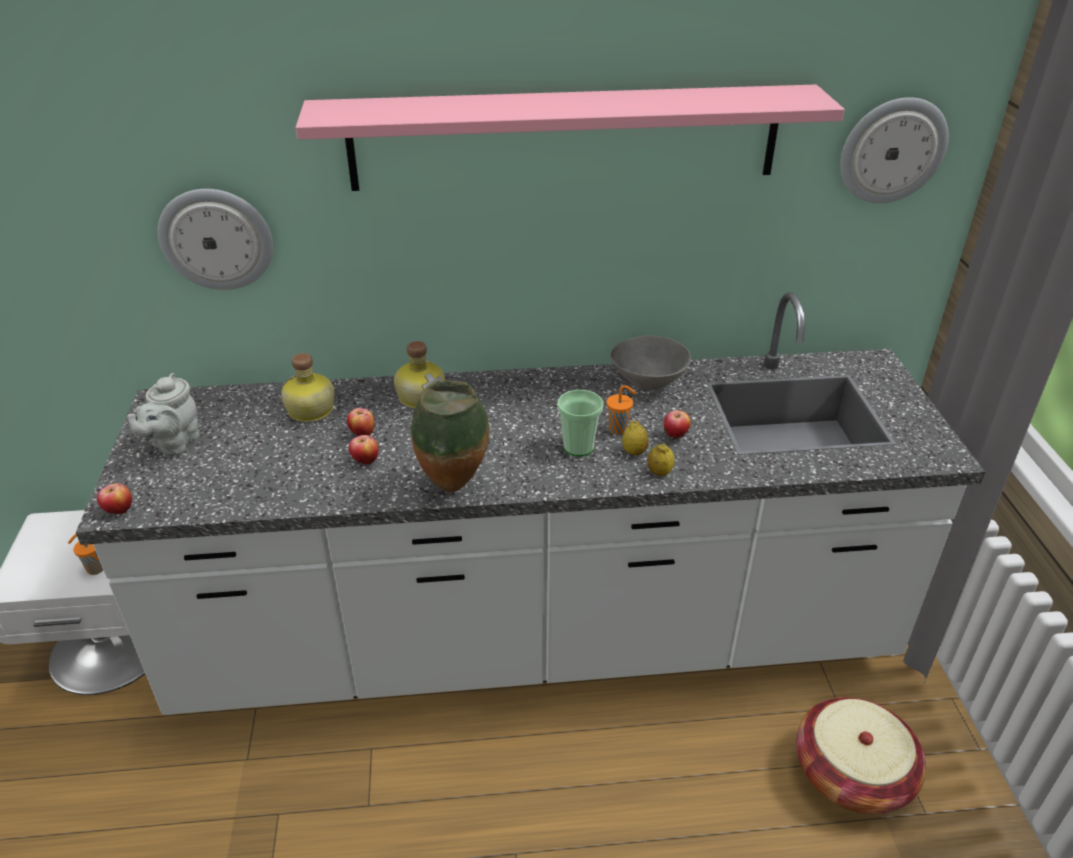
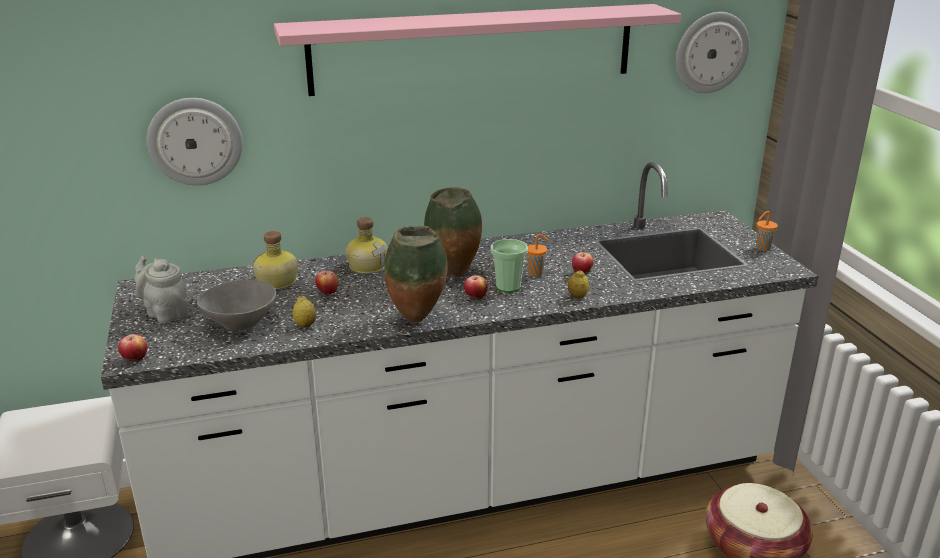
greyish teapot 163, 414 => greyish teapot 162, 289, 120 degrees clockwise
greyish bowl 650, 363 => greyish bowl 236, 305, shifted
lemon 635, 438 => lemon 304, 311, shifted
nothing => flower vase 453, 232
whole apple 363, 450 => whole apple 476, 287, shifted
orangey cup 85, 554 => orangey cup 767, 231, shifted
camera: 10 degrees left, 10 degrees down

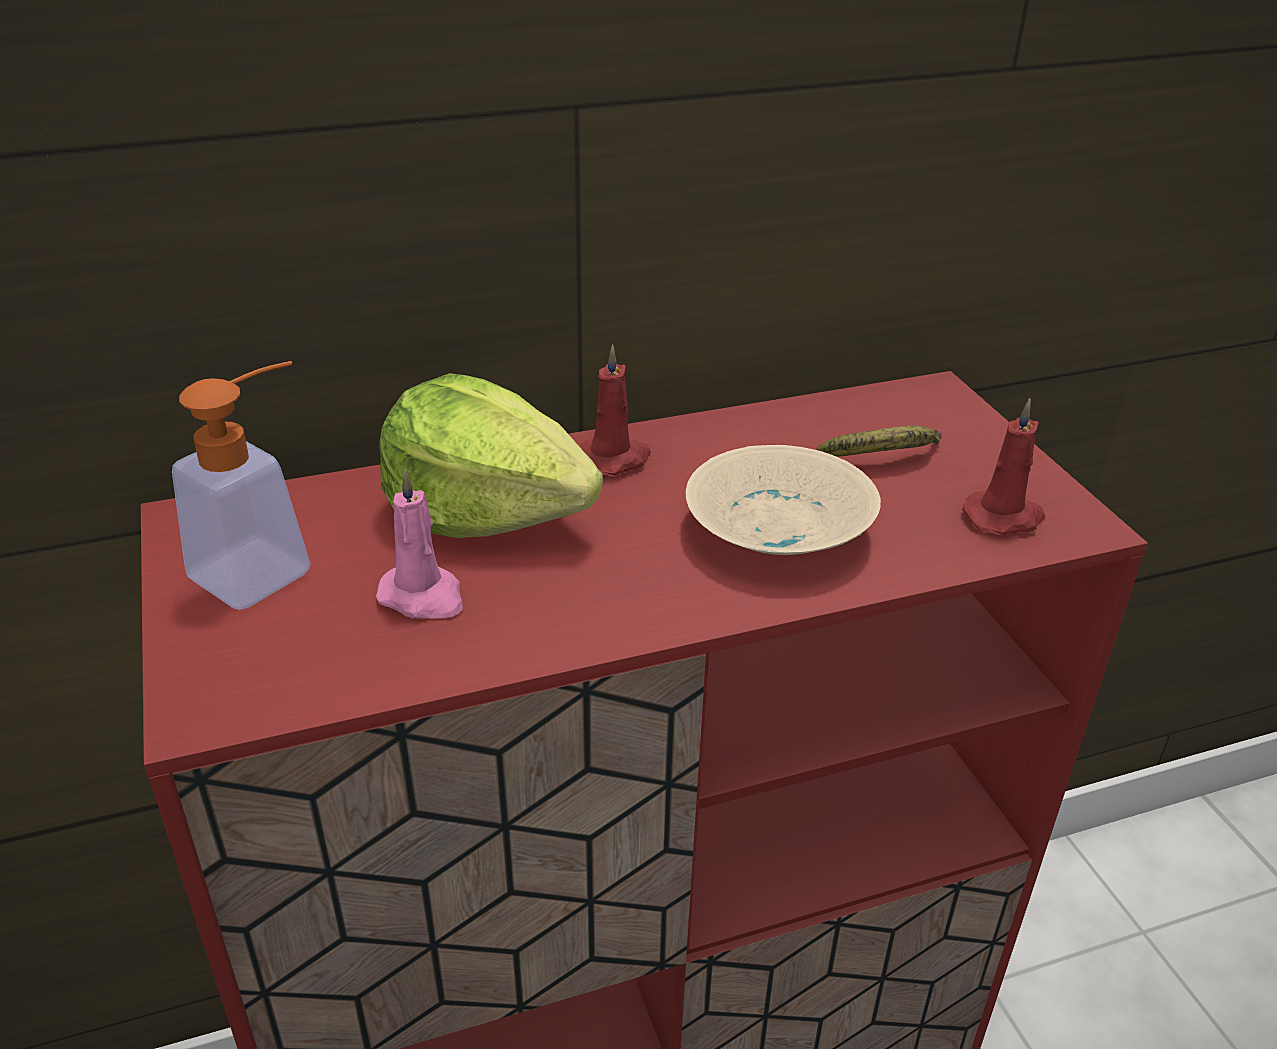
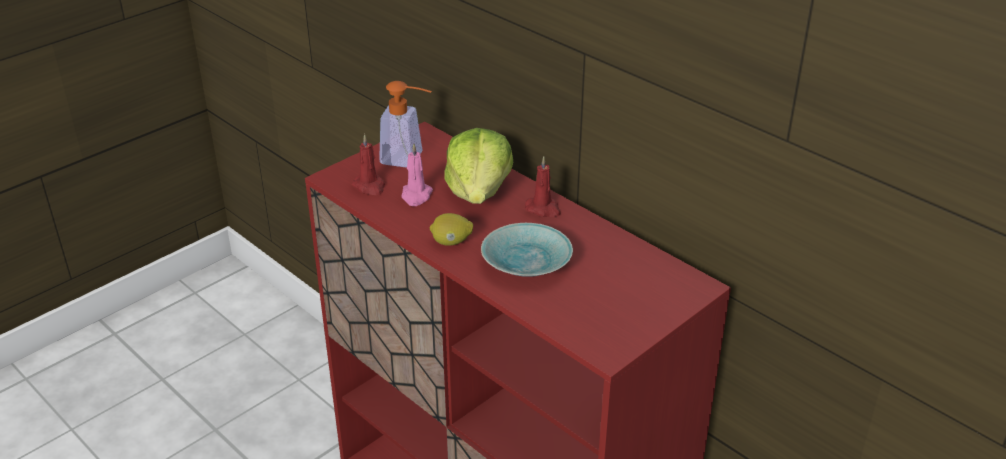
red wax light 1003, 467 => red wax light 368, 164, shifted
nothing => lemon 451, 229
beige-coloured bowl 783, 500 => turquoise bowl 527, 250
banana 879, 440 => nothing
camera: 65 degrees right, 0 degrees up

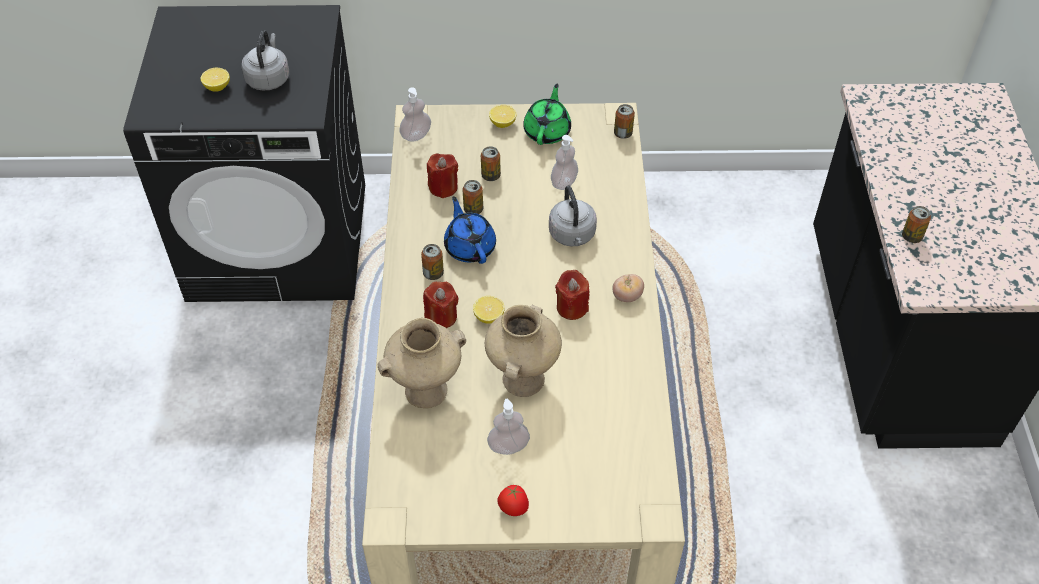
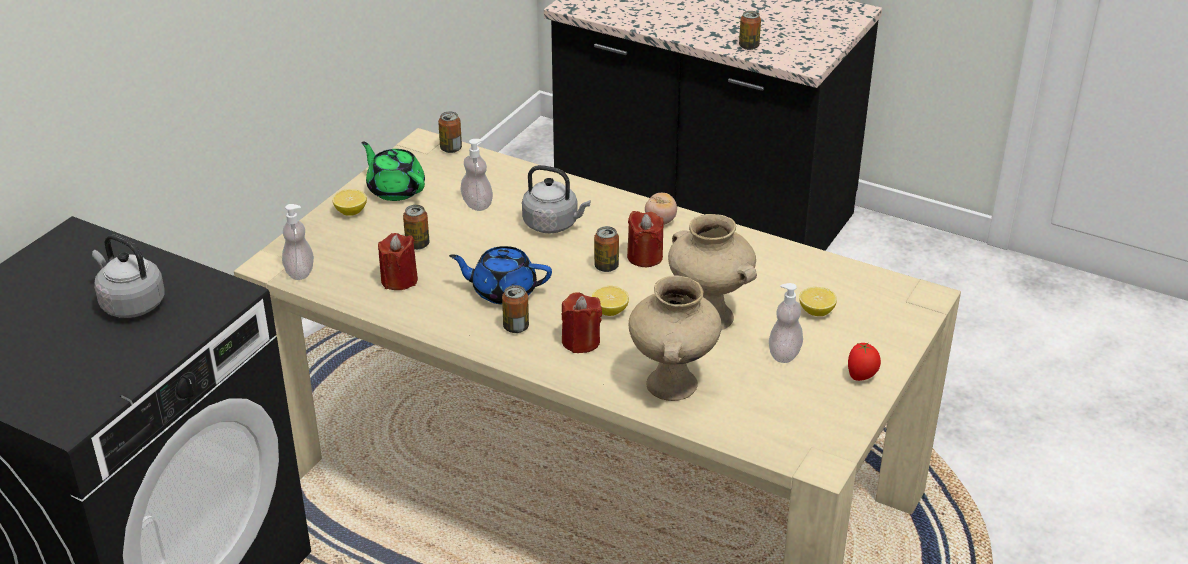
can 472, 197 => can 606, 249, shifted
lemon 215, 80 => lemon 818, 301, shifted
camera: 60 degrees left, 15 degrees down

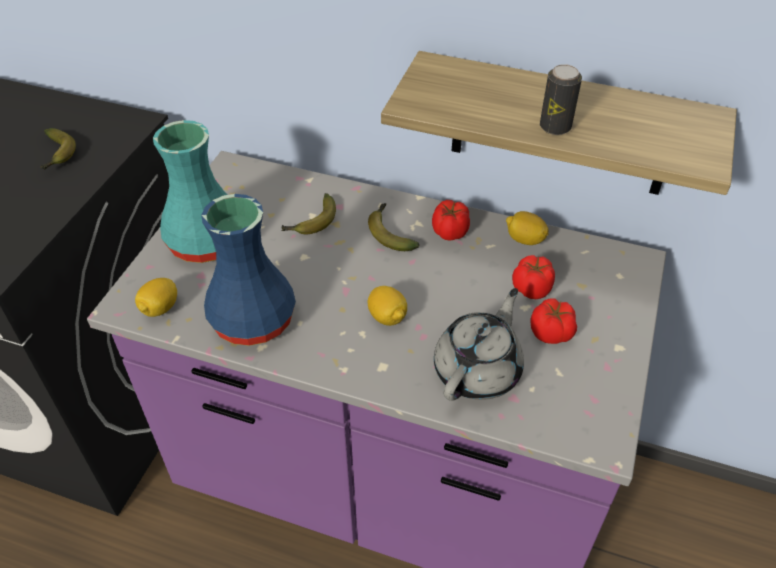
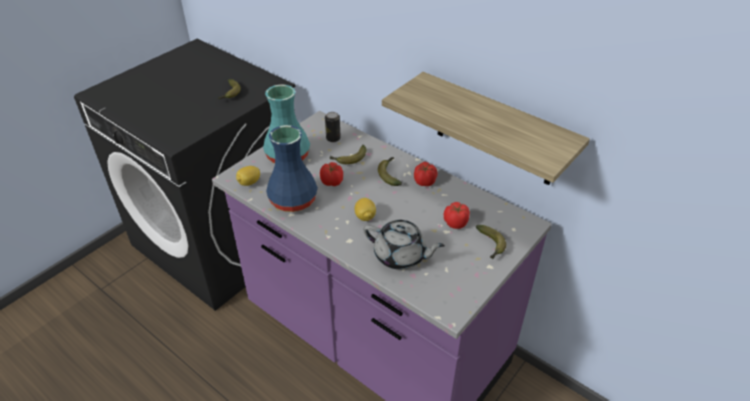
tomato 554, 321 => tomato 331, 174, shifted
can 561, 99 => can 333, 127, shifted
greyish teapot 479, 344 => greyish teapot 404, 245, 60 degrees clockwise
nothing => banana 491, 242
lemon 527, 228 => nothing
camera: 20 degrees right, 5 degrees down

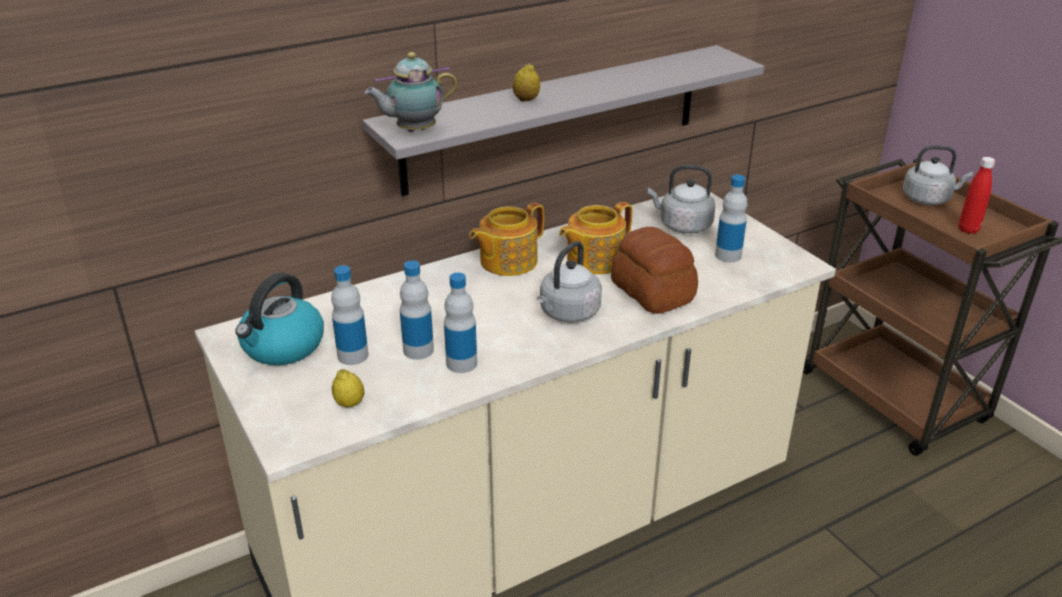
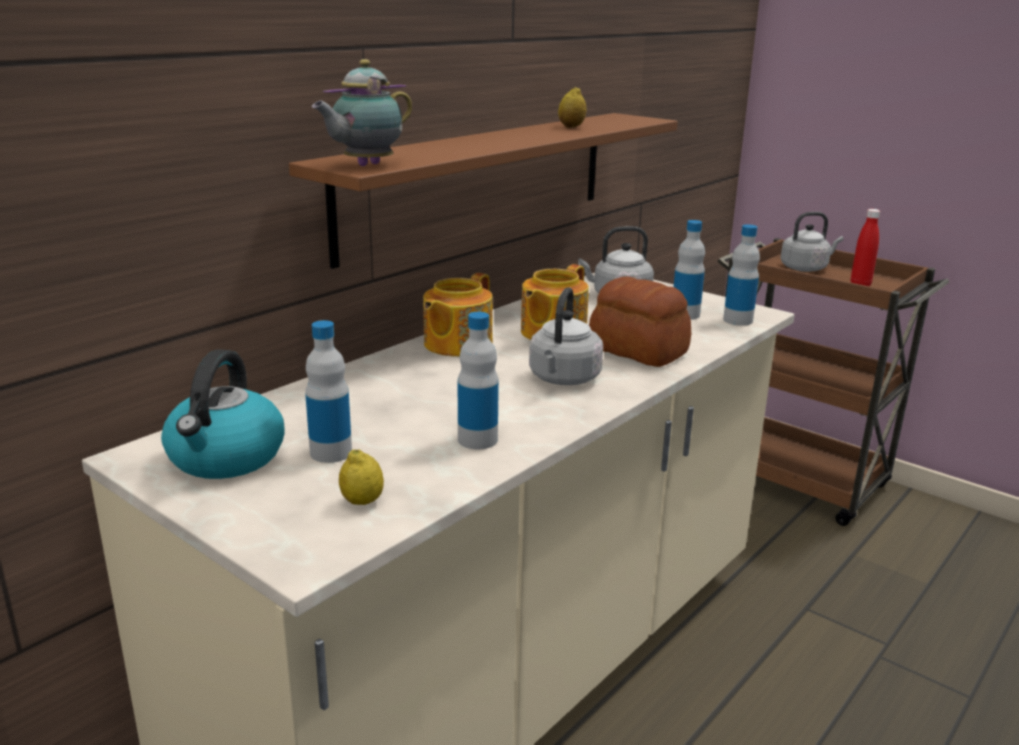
greyish shelf 563, 120 => brown-coloured shelf 483, 191
lemon 526, 82 => lemon 572, 107, shifted
drink bottle 417, 310 => drink bottle 741, 275, shifted
camera: 20 degrees left, 10 degrees down

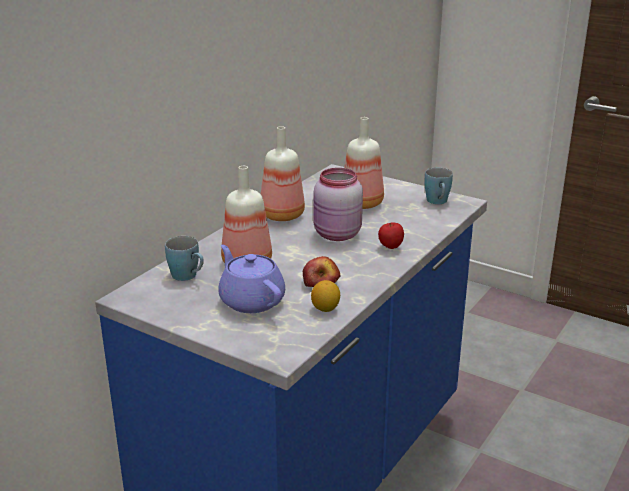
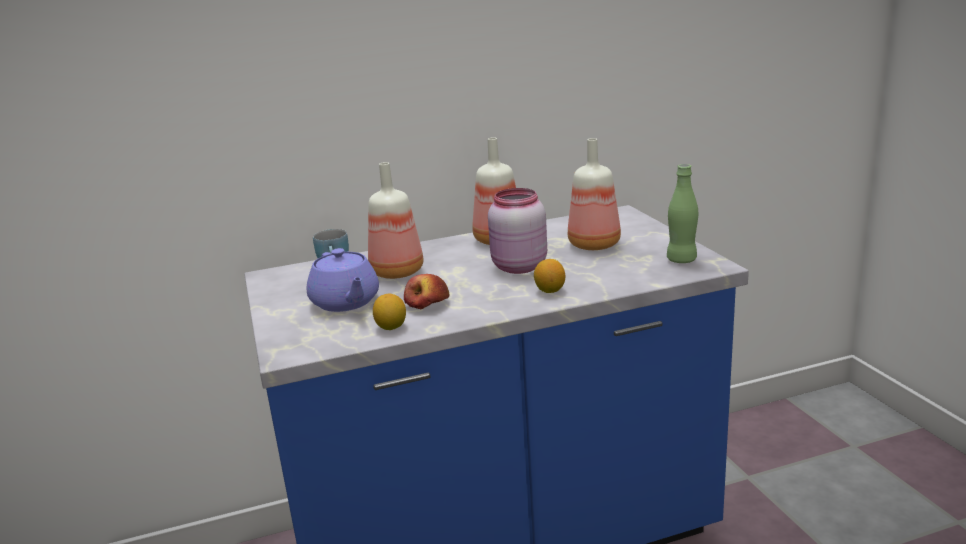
purple teapot 251, 279 => purple teapot 343, 280, 150 degrees clockwise
whole apple 391, 235 => lemon 549, 276
blue coffee mug 438, 186 => green drink bottle 682, 213
camera: 40 degrees right, 5 degrees down

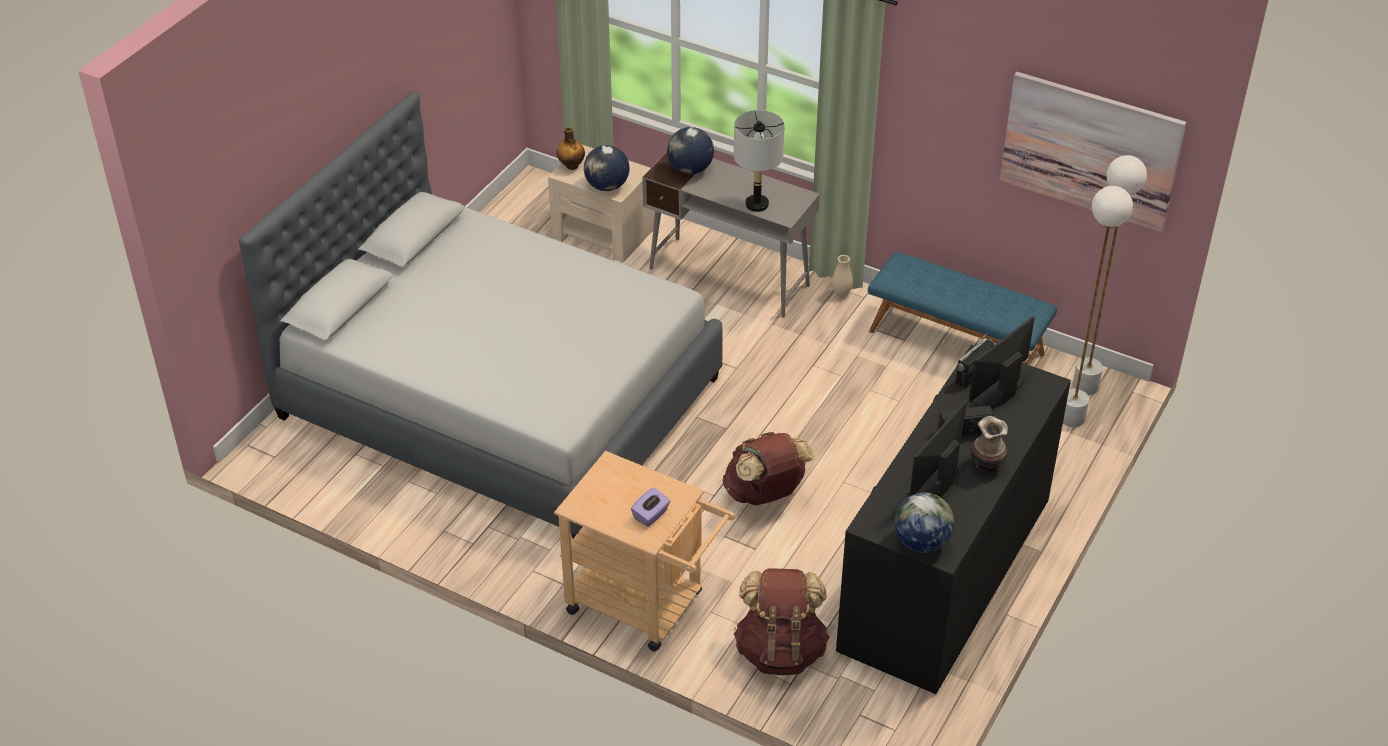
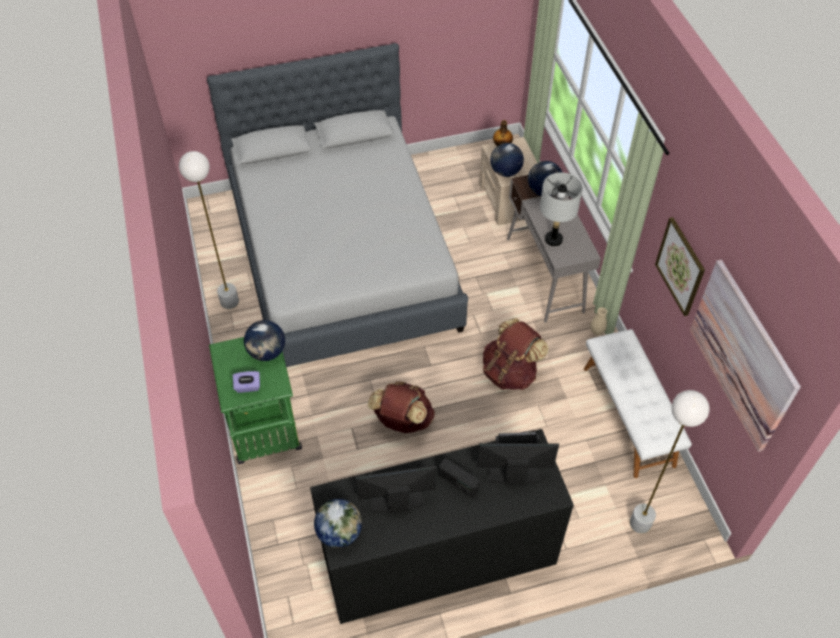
whitish standard lamp 1110, 275 => whitish standard lamp 209, 230, shifted
beige-coloured wheeled cart 644, 551 => green wheeled cart 255, 400
nothing => desk globe 264, 340
brown-coloured rucksack 782, 621 => brown-coloured rucksack 515, 354, shifted
blue indoor bench 962, 308 => whitish indoor bench 638, 403
nothing => wall art 680, 266
flower vase 989, 444 => nothing
camera: 45 degrees right, 10 degrees up

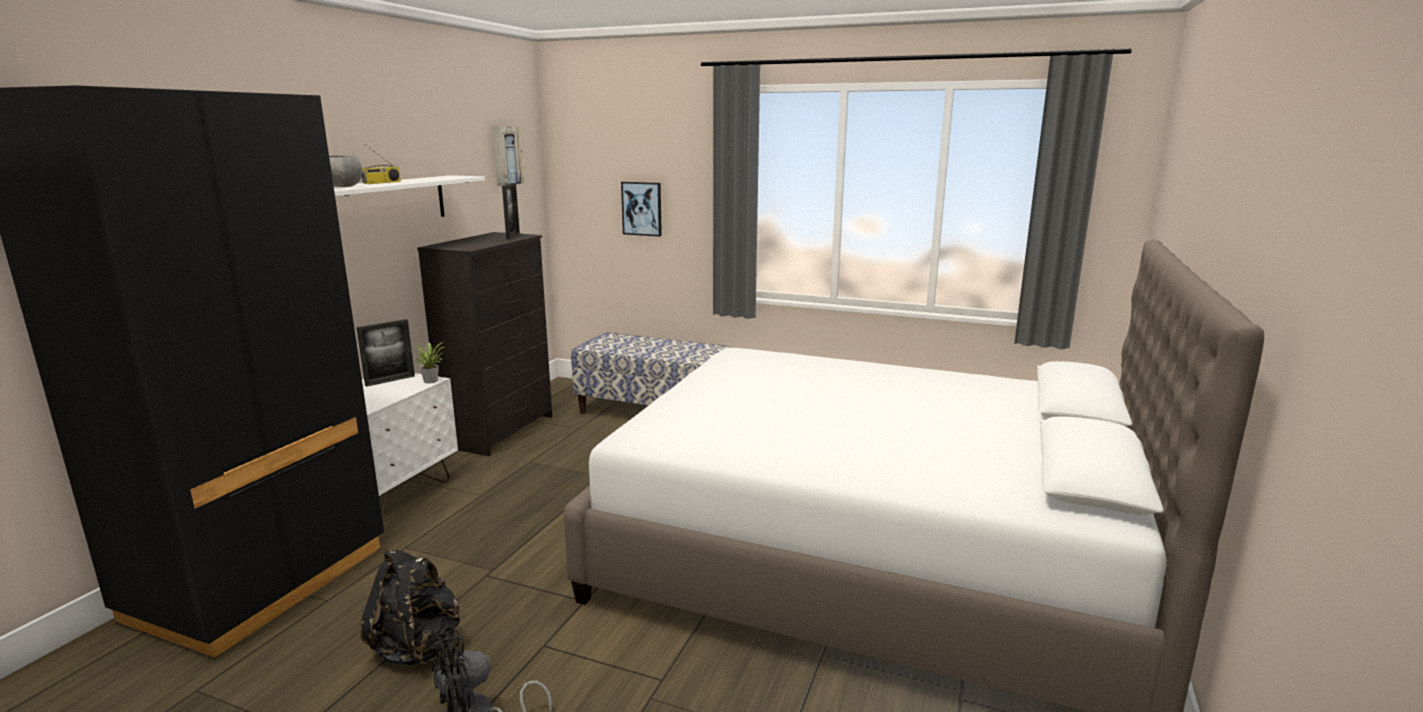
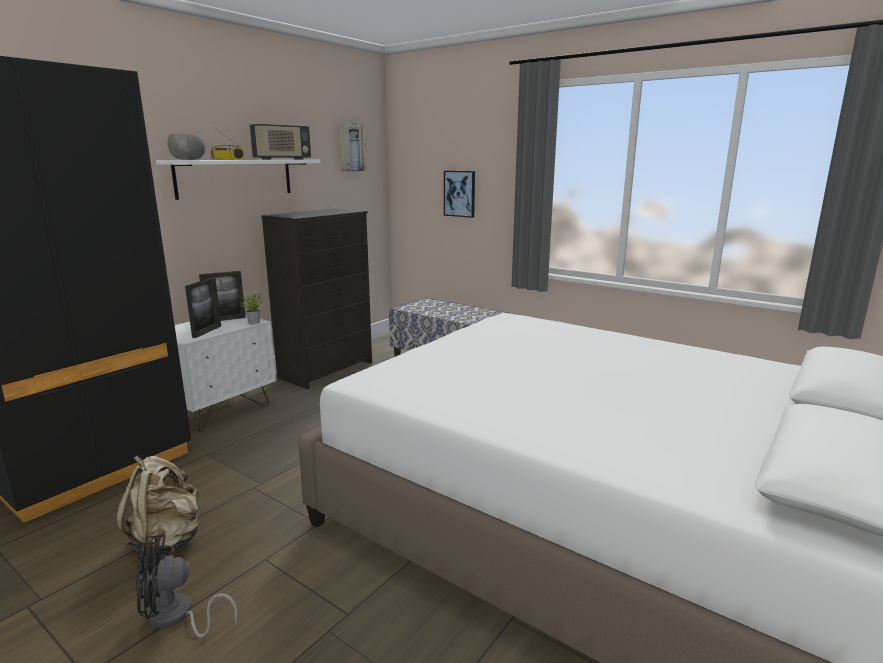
blackish rucksack 410, 608 => beige-coloured rucksack 159, 506
photo frame 511, 211 => photo frame 203, 307, shifted
nothing => radio receiver 280, 142
camera: 15 degrees right, 0 degrees up

